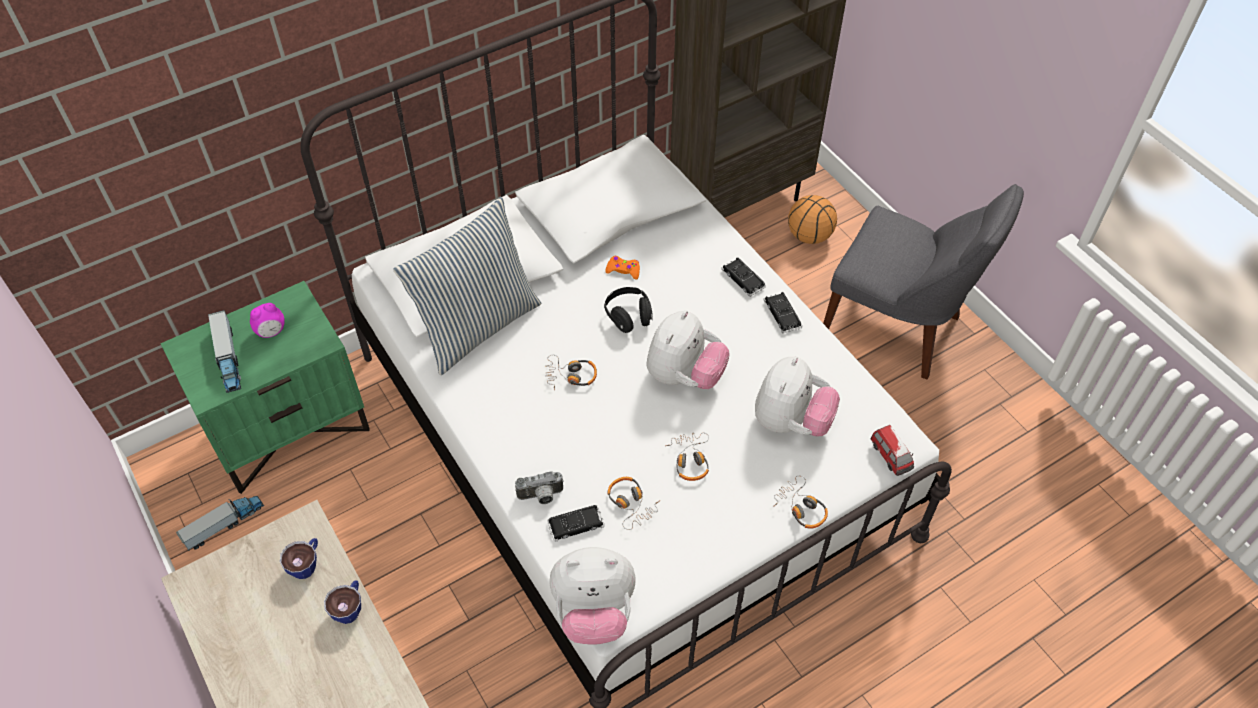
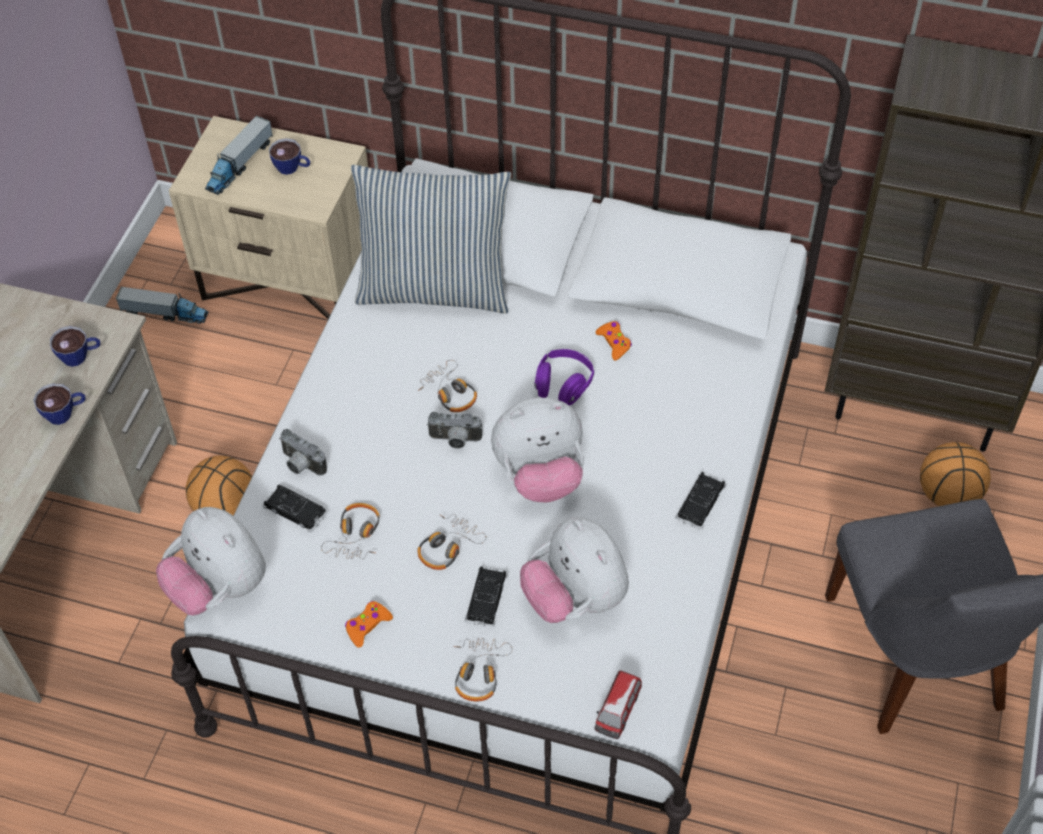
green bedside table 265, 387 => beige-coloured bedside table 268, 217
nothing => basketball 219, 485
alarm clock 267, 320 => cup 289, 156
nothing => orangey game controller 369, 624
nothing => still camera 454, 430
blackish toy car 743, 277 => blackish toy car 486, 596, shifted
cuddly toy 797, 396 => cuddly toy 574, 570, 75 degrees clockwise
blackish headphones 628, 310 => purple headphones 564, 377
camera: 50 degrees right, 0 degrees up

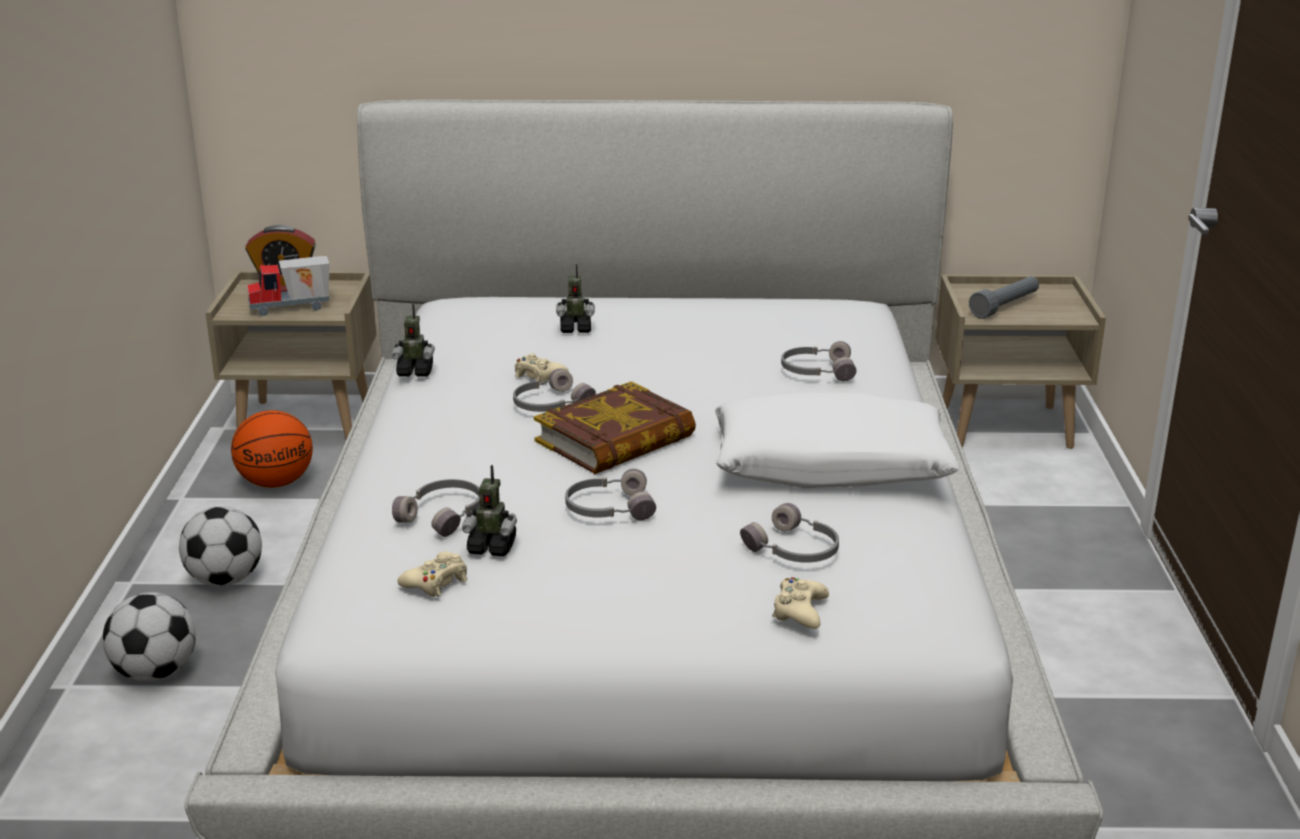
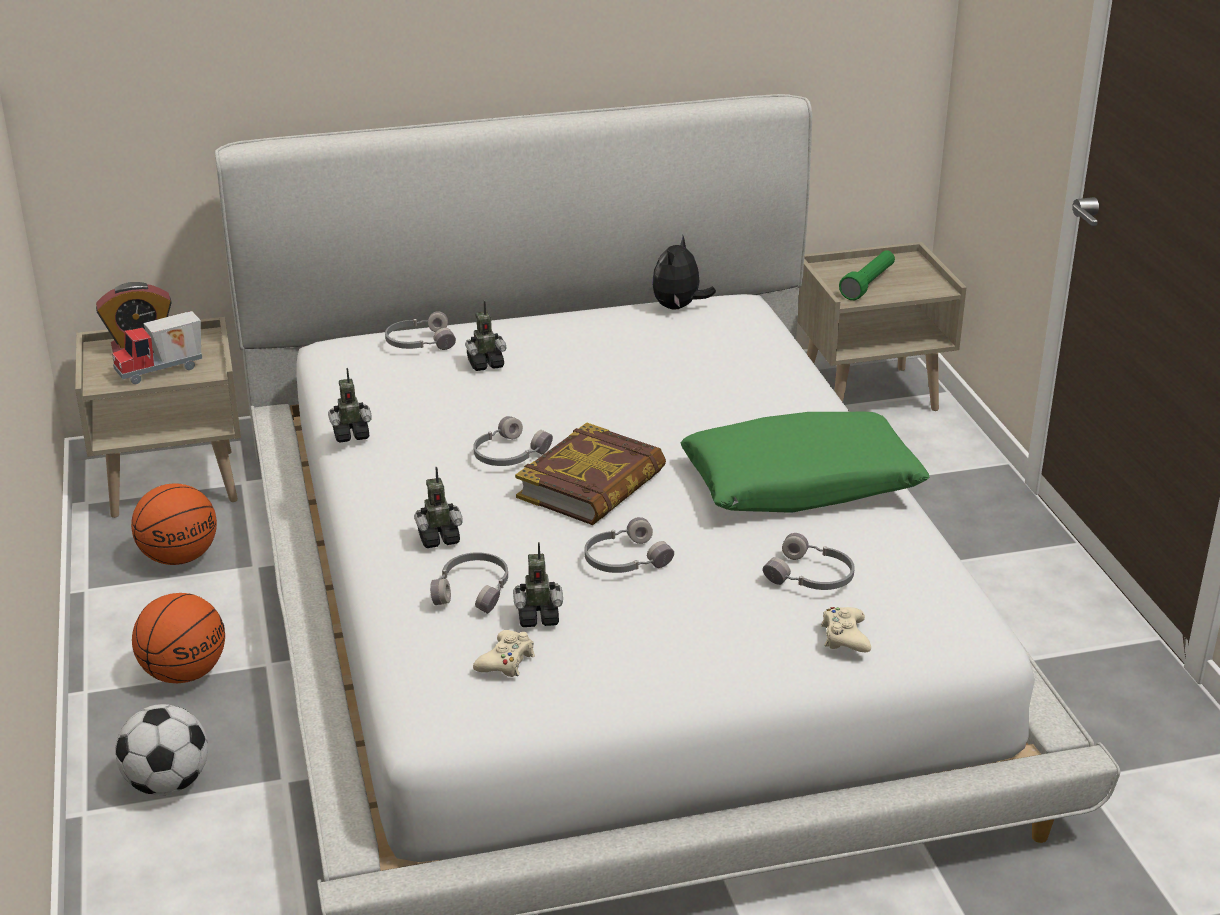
football 220, 546 => basketball 178, 638
greyish headphones 818, 361 => greyish headphones 420, 330, shifted
nothing => toy robot 438, 507
nothing => cuddly toy 684, 273
whitish pillow 837, 440 => green pillow 805, 462
greyish torch 1004, 297 => green torch 867, 275
beige-coloured game controller 542, 369 => nothing
camera: 15 degrees left, 5 degrees up

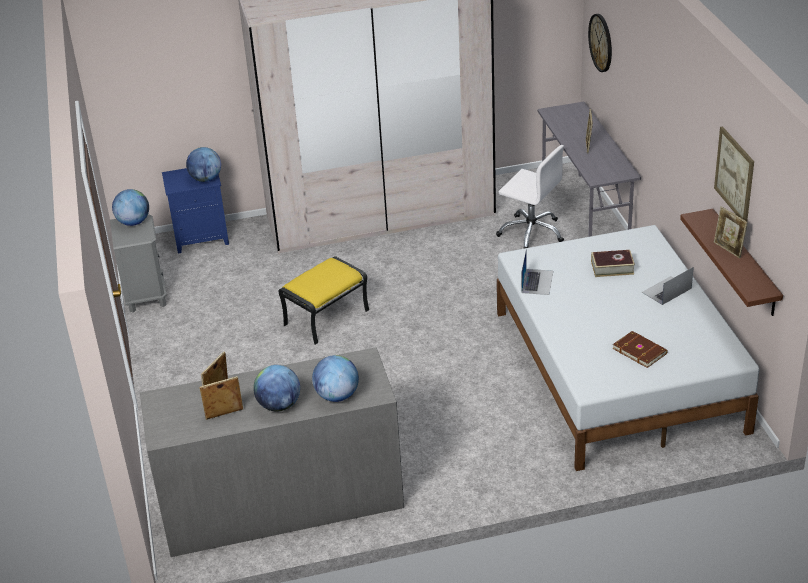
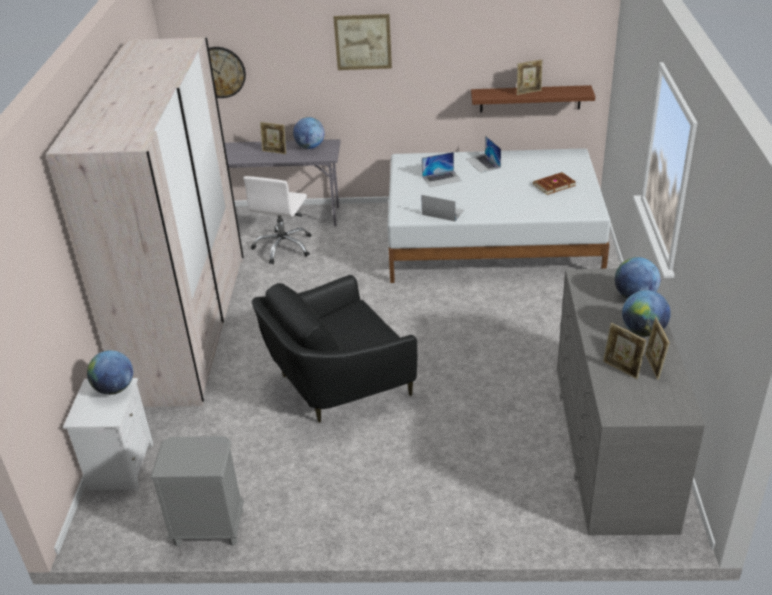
blue bedside table 195, 210 => whitish bedside table 108, 434
whitish office chair 530, 197 => whitish office chair 277, 220, 150 degrees clockwise
yellow ottoman 323, 300 => blackish lounge chair 334, 349
desk globe 130, 207 => desk globe 309, 133, shifted
wall art 734, 173 => wall art 362, 42, shifted
book 613, 263 => notebook computer 442, 169
camera: 75 degrees left, 0 degrees up

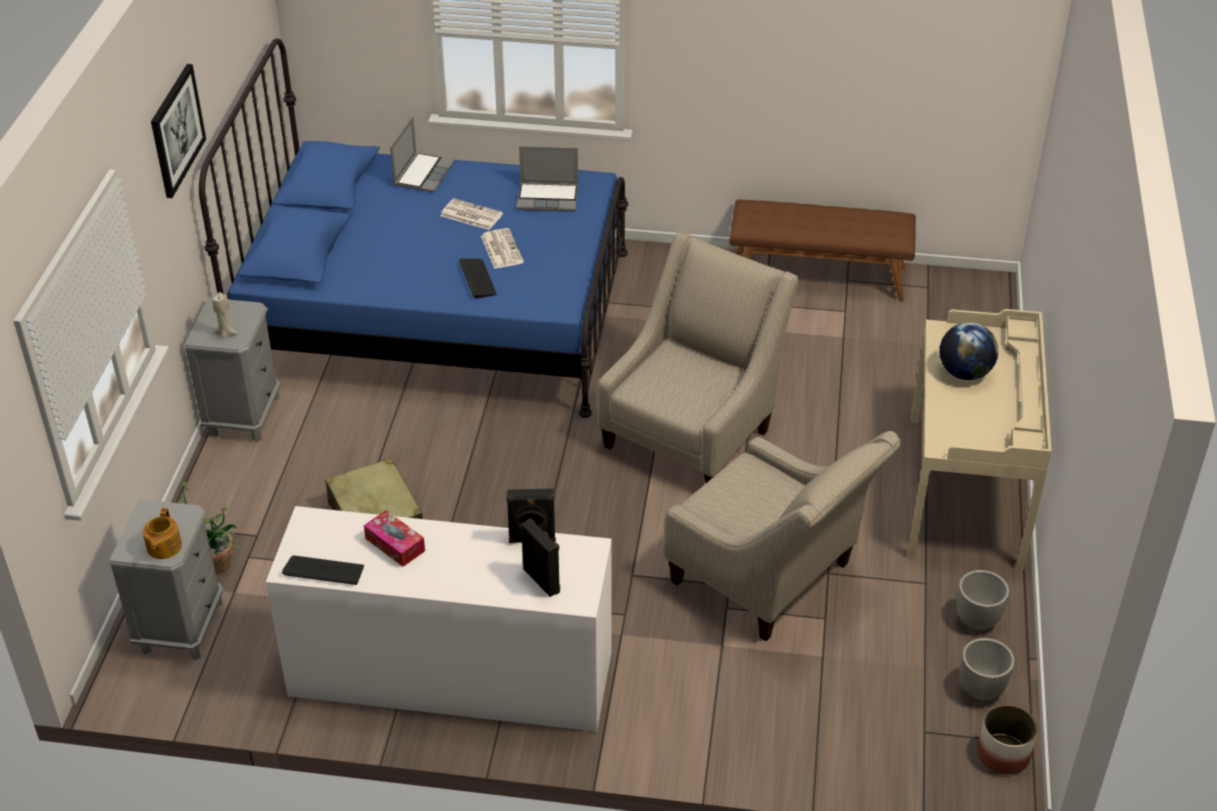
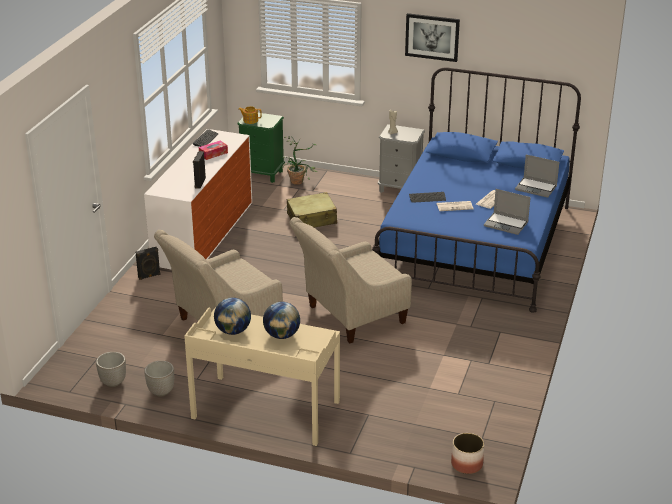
blackish speaker 540, 557 => blackish speaker 148, 263, shifted
nothing => desk globe 232, 316
greyish bedside table 166, 580 => green bedside table 261, 148
beige-coloured lounge chair 698, 358 => beige-coloured lounge chair 350, 280, 105 degrees clockwise
plant pot 1007, 739 => plant pot 467, 453, shifted
notebook computer 547, 179 => notebook computer 507, 212, 75 degrees counterclockwise
brown-coloured indoor bench 823, 250 => nothing
camera: 100 degrees right, 10 degrees down

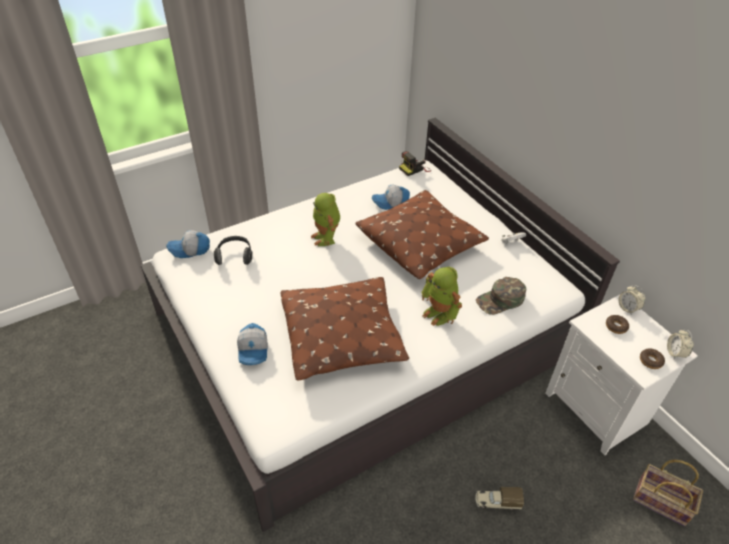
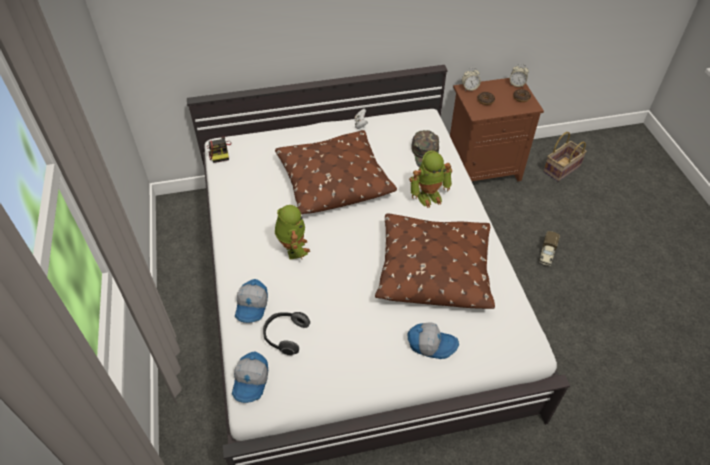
cap 391, 197 => cap 251, 301, shifted
toy robot 325, 219 => toy robot 292, 232, 105 degrees counterclockwise
whitish bedside table 621, 375 => brown-coloured bedside table 497, 129
camera: 70 degrees left, 5 degrees up

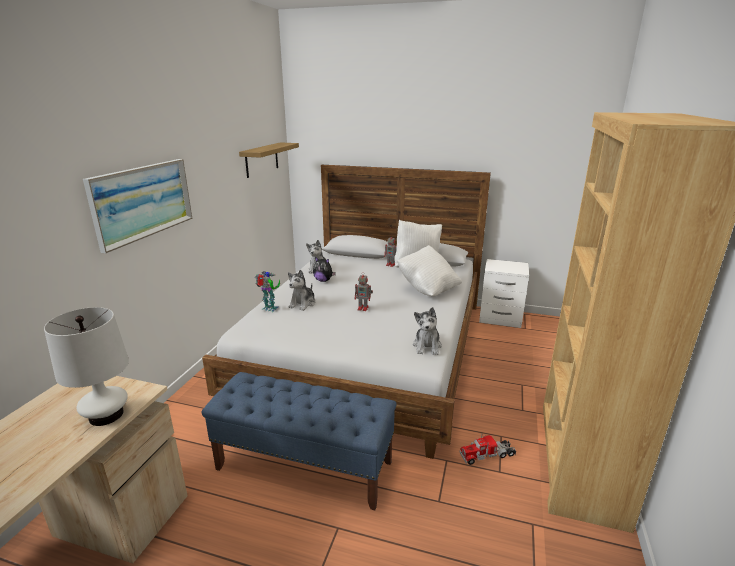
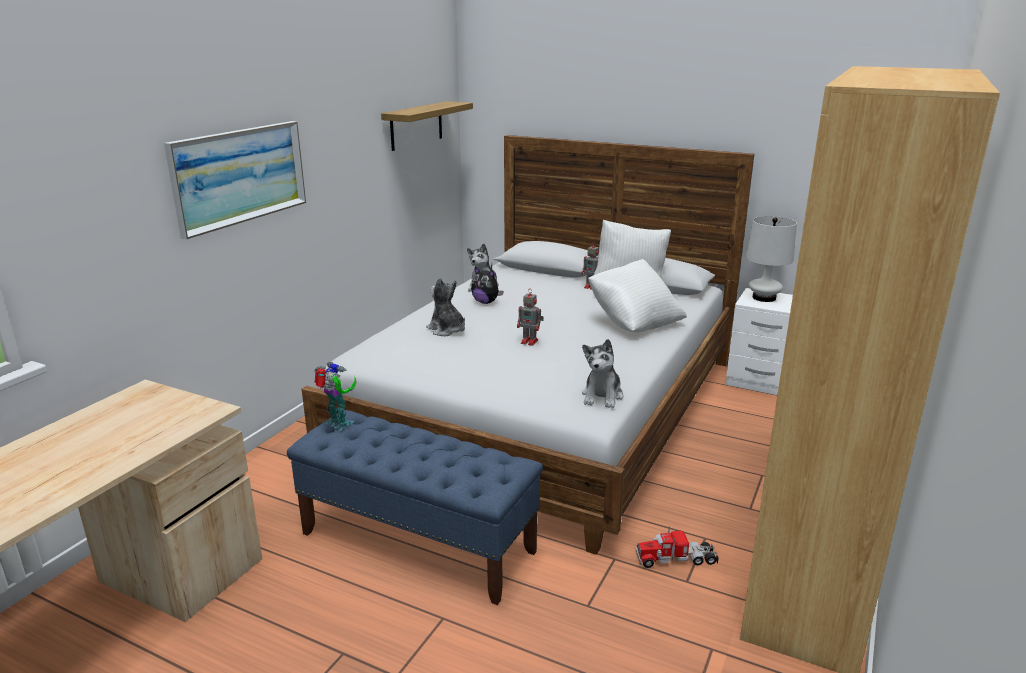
toy robot 267, 291 => toy robot 335, 396, shifted
cuddly toy 301, 290 => cuddly toy 445, 307, 105 degrees clockwise
whitish tabletop lamp 86, 366 => whitish tabletop lamp 771, 259, shifted
camera: 10 degrees right, 0 degrees up

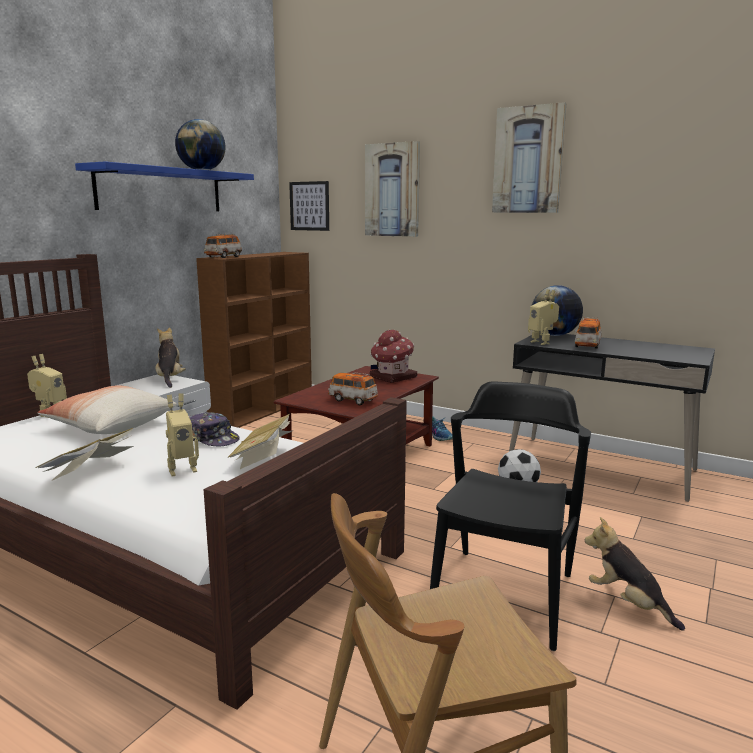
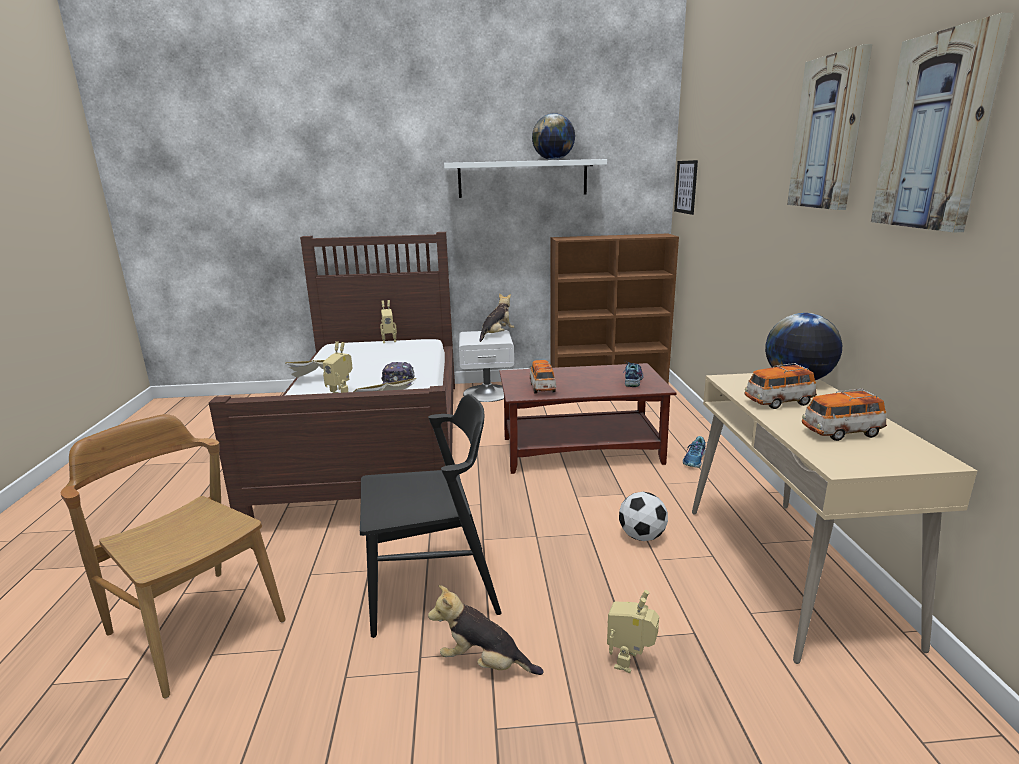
cuddly toy 635, 574 => cuddly toy 485, 630, 90 degrees counterclockwise
blue shelf 164, 186 => whitish shelf 525, 178
toy robot 543, 317 => toy robot 633, 631, shifted
model house 393, 356 => item of footwear 633, 374
blackish desk table 612, 416 => beige-coloured desk table 834, 518
toy car 223, 246 => toy car 844, 414, shifted
wall art 392, 189 => wall art 942, 123, shifted
pillow 107, 409 => nothing
camera: 55 degrees right, 5 degrees up

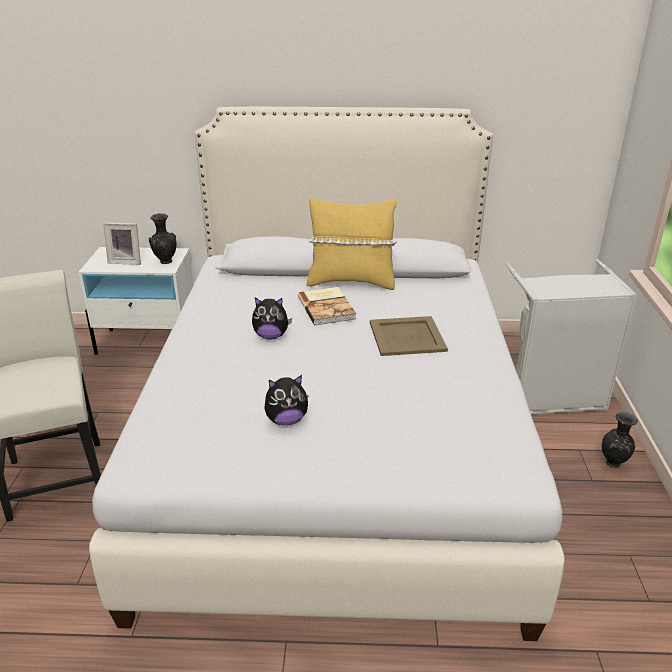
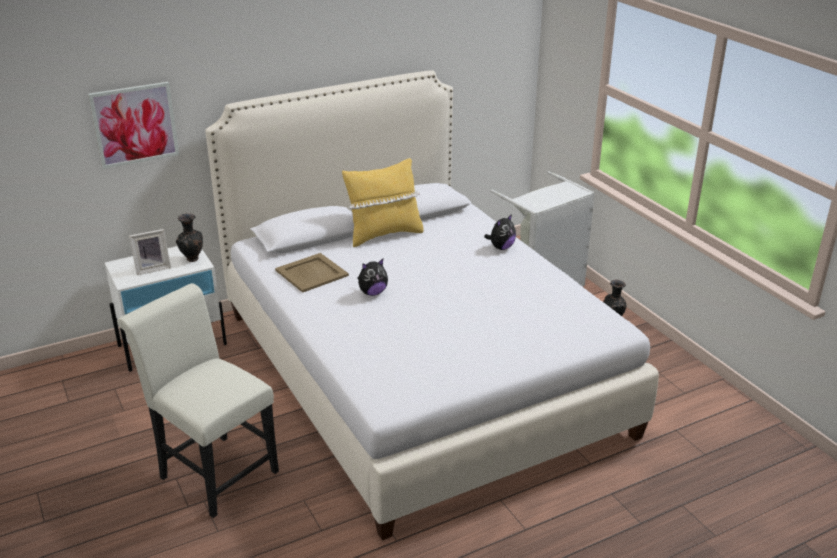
nothing => wall art 133, 125
beige-coloured carrying tray 409, 336 => beige-coloured carrying tray 312, 273, shifted
cuddly toy 286, 400 => cuddly toy 500, 232, shifted
book 327, 306 => nothing
camera: 30 degrees left, 0 degrees up

